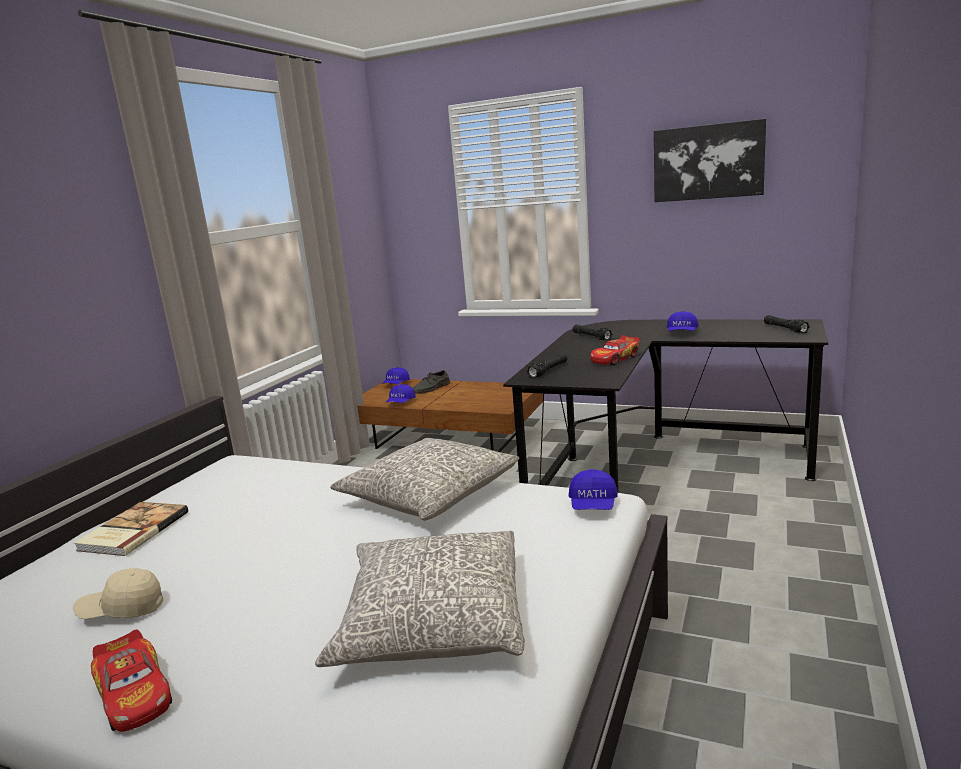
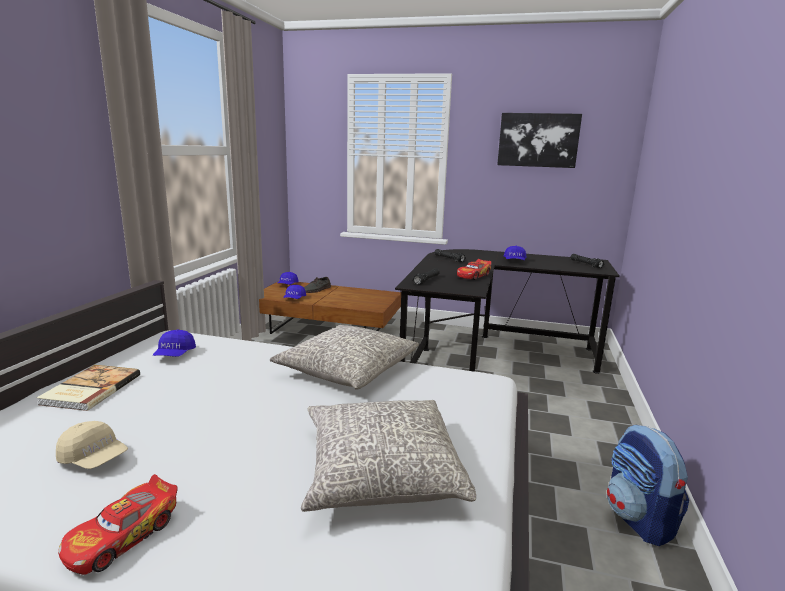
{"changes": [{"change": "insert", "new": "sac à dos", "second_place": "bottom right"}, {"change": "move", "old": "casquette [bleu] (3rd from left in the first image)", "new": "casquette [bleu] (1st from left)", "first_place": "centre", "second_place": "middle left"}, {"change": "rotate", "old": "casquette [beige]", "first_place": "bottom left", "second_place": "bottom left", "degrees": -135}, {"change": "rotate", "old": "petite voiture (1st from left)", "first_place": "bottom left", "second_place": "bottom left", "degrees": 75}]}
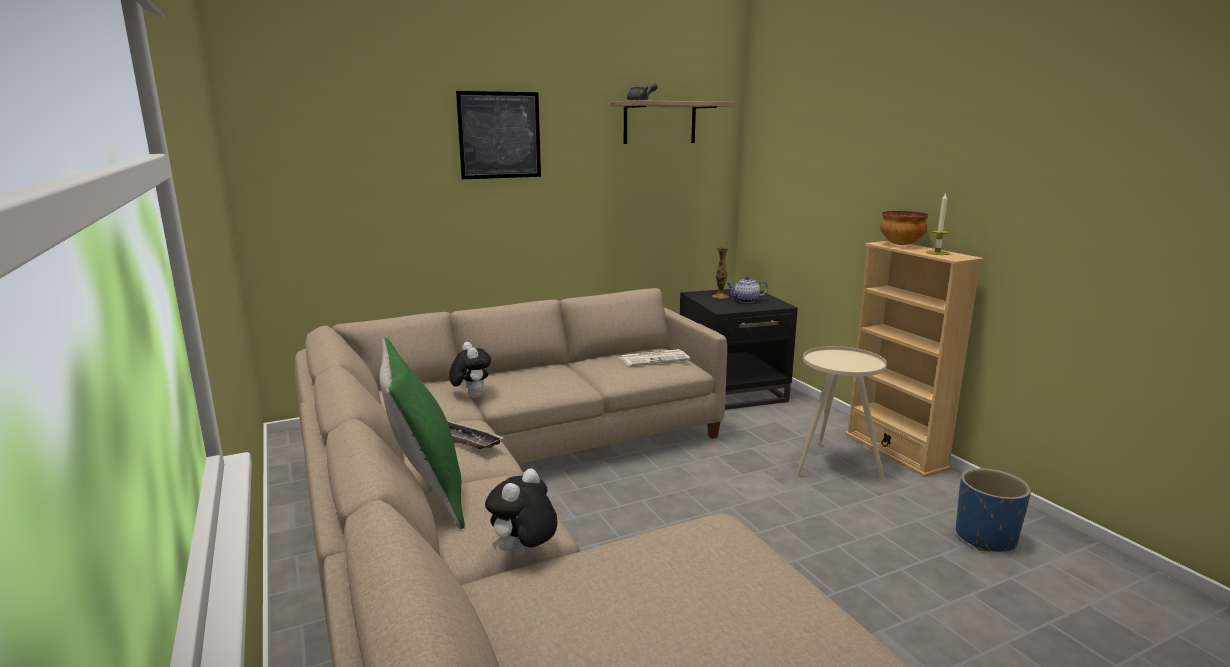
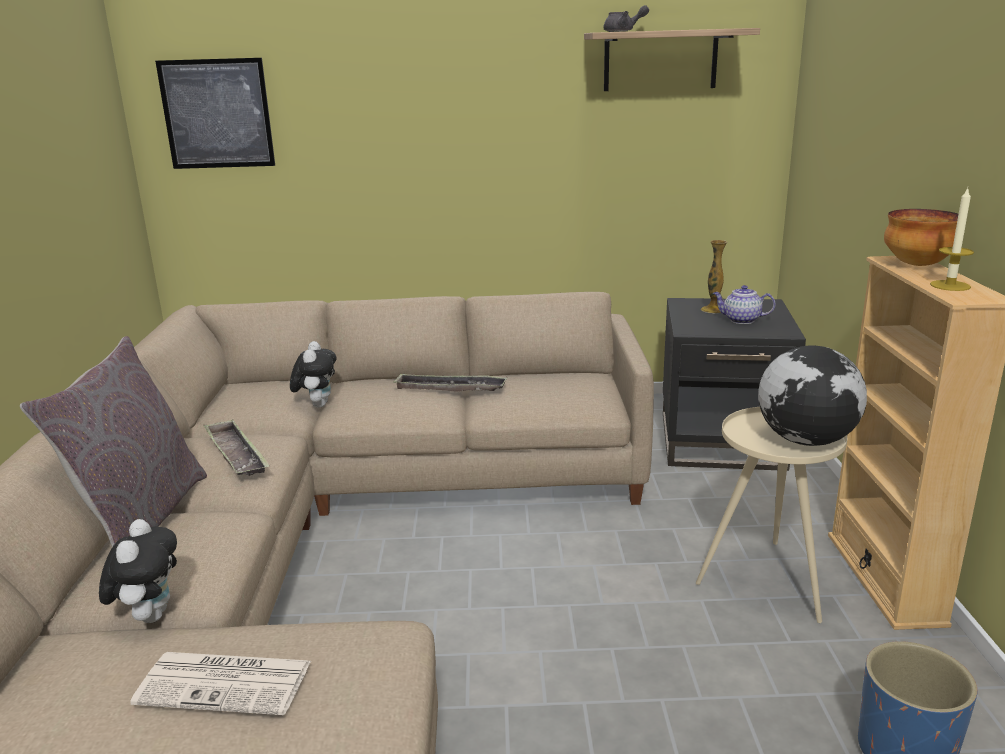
{"changes": [{"change": "insert", "new": "plateau (2nd from left)", "second_place": "centre"}, {"change": "insert", "new": "globe", "second_place": "middle right"}, {"change": "move", "old": "tableau", "first_place": "top centre", "second_place": "top left"}, {"change": "move", "old": "journal", "first_place": "centre", "second_place": "bottom left"}, {"change": "recolor", "old": "coussin [vert]", "new": "coussin [gris]", "first_place": "centre", "second_place": "middle left"}, {"change": "rotate", "old": "peluche (2nd from left in the first image)", "first_place": "bottom centre", "second_place": "bottom left", "degrees": 120}]}
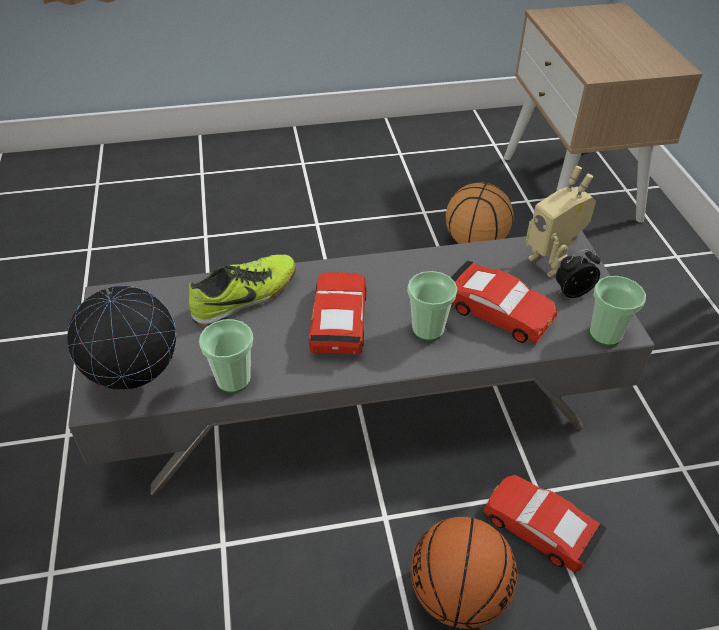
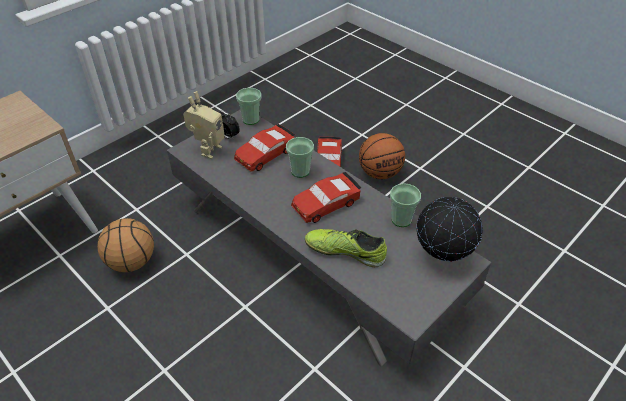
{"changes": [{"change": "rotate", "old": "petite voiture [rouge] (2nd from left in the first image)", "first_place": "middle right", "second_place": "centre", "degrees": -135}]}
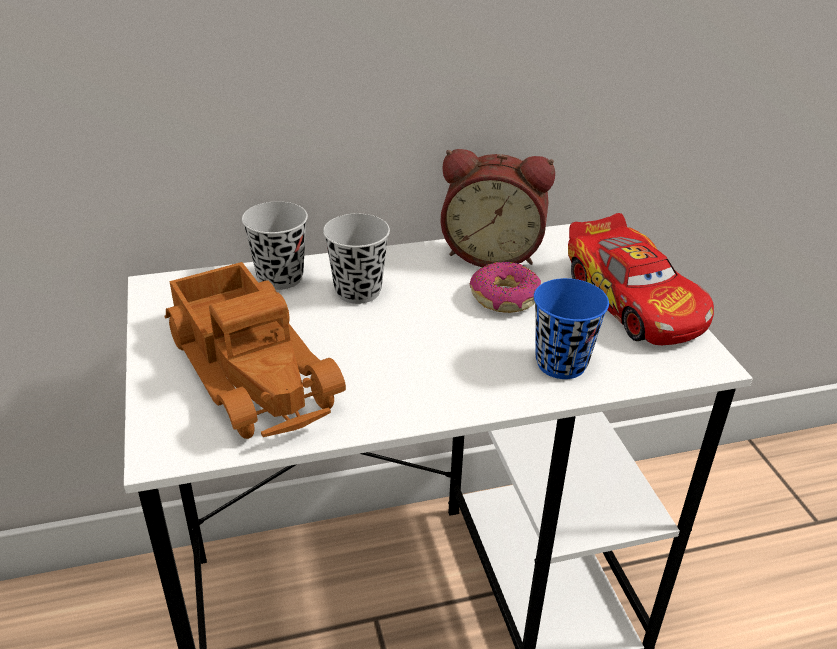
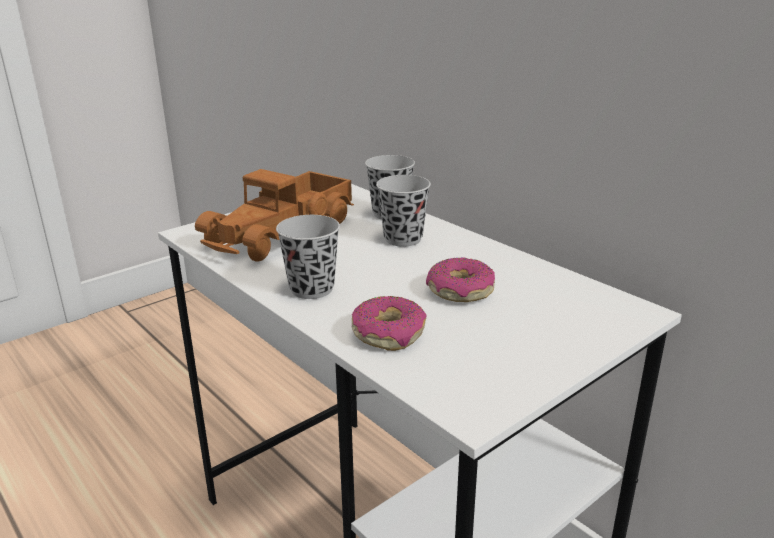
{"changes": [{"change": "delete", "old": "réveil", "first_place": "top centre"}, {"change": "delete", "old": "petite voiture", "first_place": "middle right"}, {"change": "insert", "new": "tasse [noir] (1st from left)", "second_place": "centre"}, {"change": "replace", "old": "tasse [bleu]", "new": "beignet (1st from left)", "first_place": "middle right", "second_place": "centre"}]}
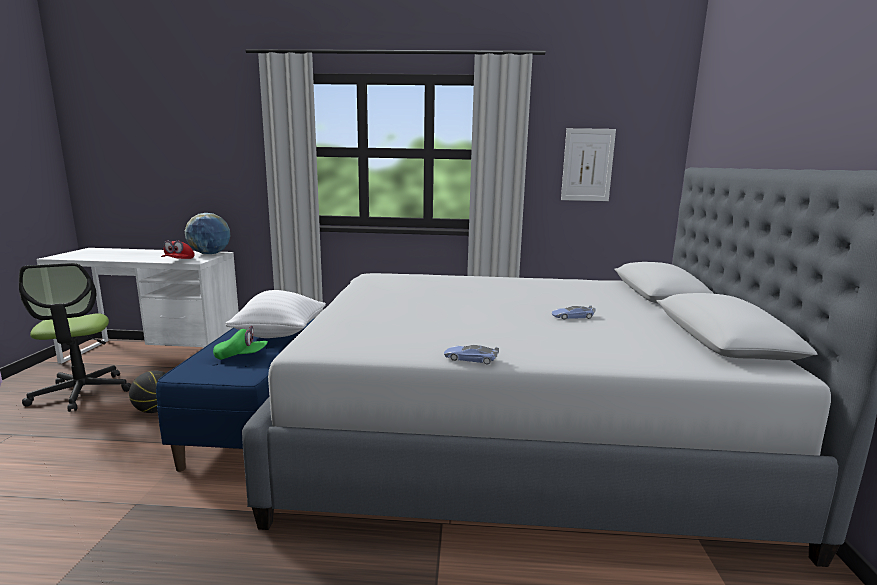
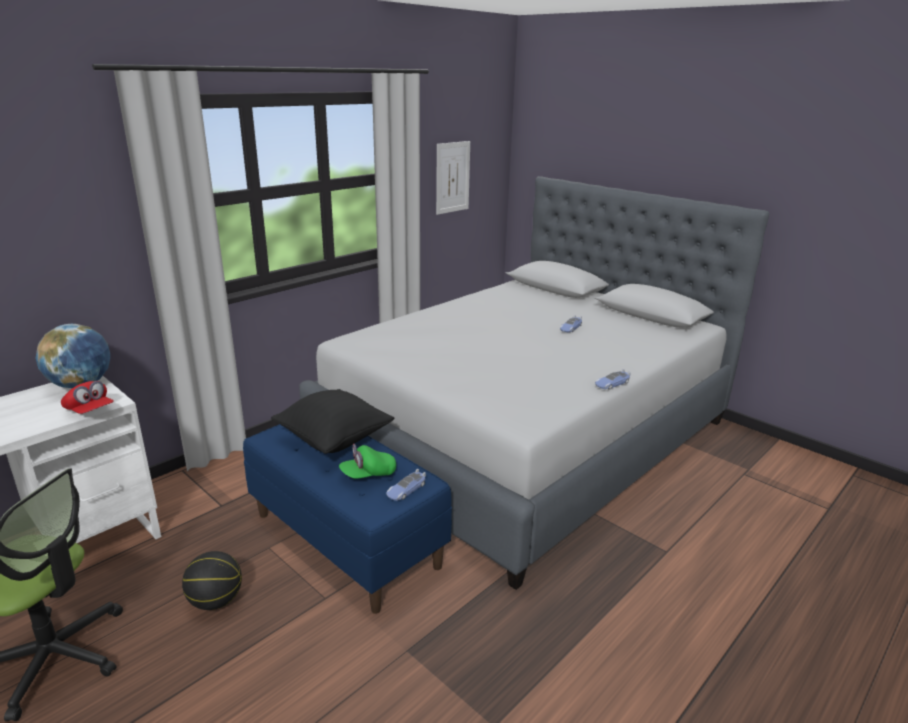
{"changes": [{"change": "insert", "new": "petite voiture (1st from left)", "second_place": "bottom centre"}, {"change": "recolor", "old": "coussin [blanc]", "new": "coussin [noir]", "first_place": "middle left", "second_place": "centre"}, {"change": "rotate", "old": "casquette [vert]", "first_place": "middle left", "second_place": "centre", "degrees": -150}]}
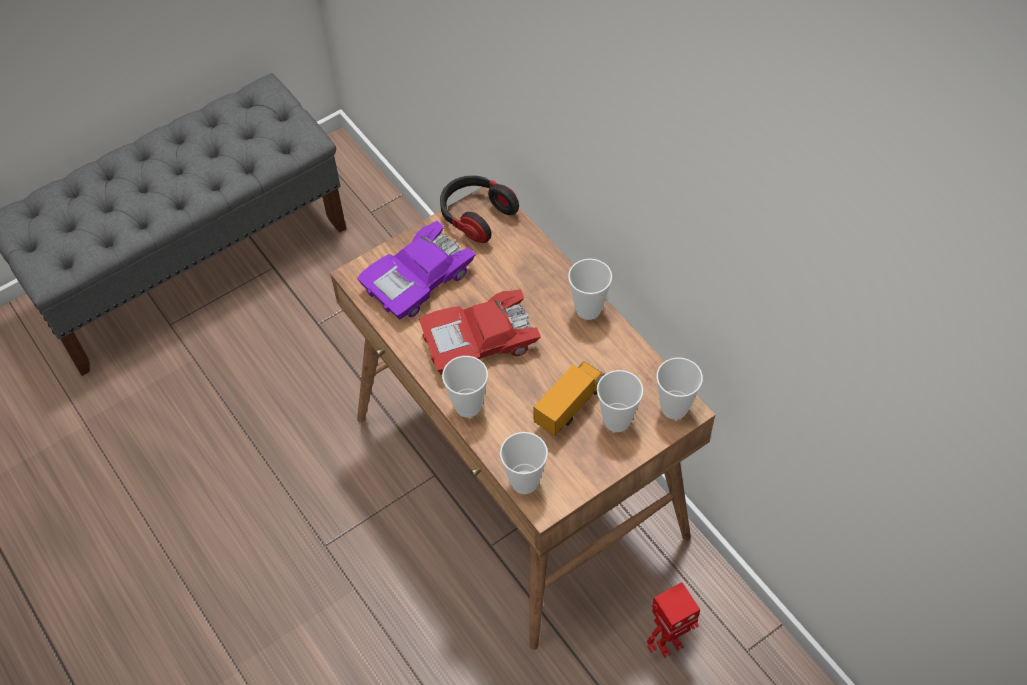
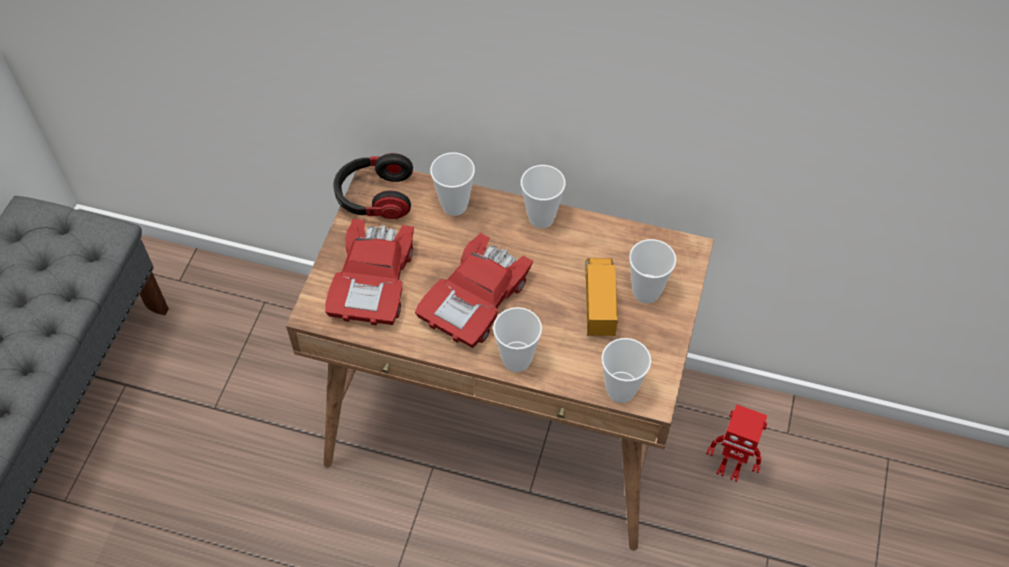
{"changes": [{"change": "move", "old": "tasse (5th from left in the first image)", "new": "tasse (1st from left)", "first_place": "centre", "second_place": "top centre"}, {"change": "recolor", "old": "petite voiture [violet]", "new": "petite voiture [rouge] (1st from left)", "first_place": "centre", "second_place": "centre"}, {"change": "rotate", "old": "robot jouet", "first_place": "bottom centre", "second_place": "bottom right", "degrees": 90}]}
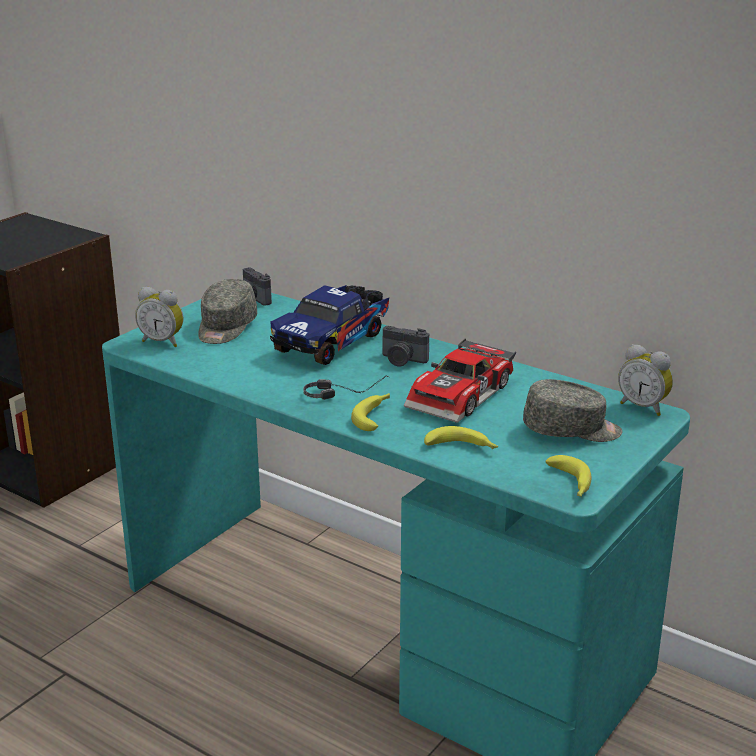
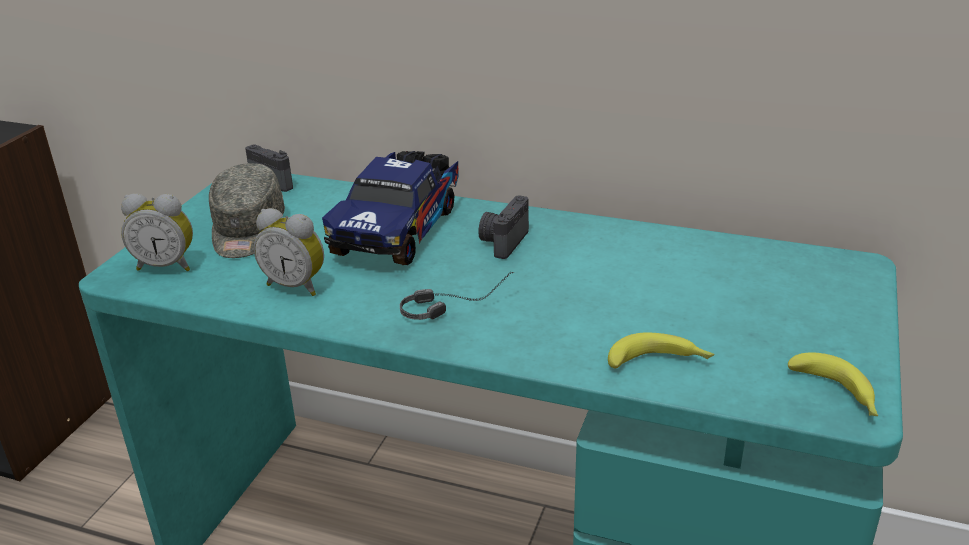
{"changes": [{"change": "delete", "old": "banane (1st from left)", "first_place": "centre"}, {"change": "delete", "old": "petite voiture", "first_place": "centre"}, {"change": "delete", "old": "casquette [gris] (2nd from left)", "first_place": "middle right"}, {"change": "move", "old": "réveil (2nd from left)", "first_place": "middle right", "second_place": "middle left"}, {"change": "rotate", "old": "appareil photo (2nd from left)", "first_place": "centre", "second_place": "centre", "degrees": 105}]}
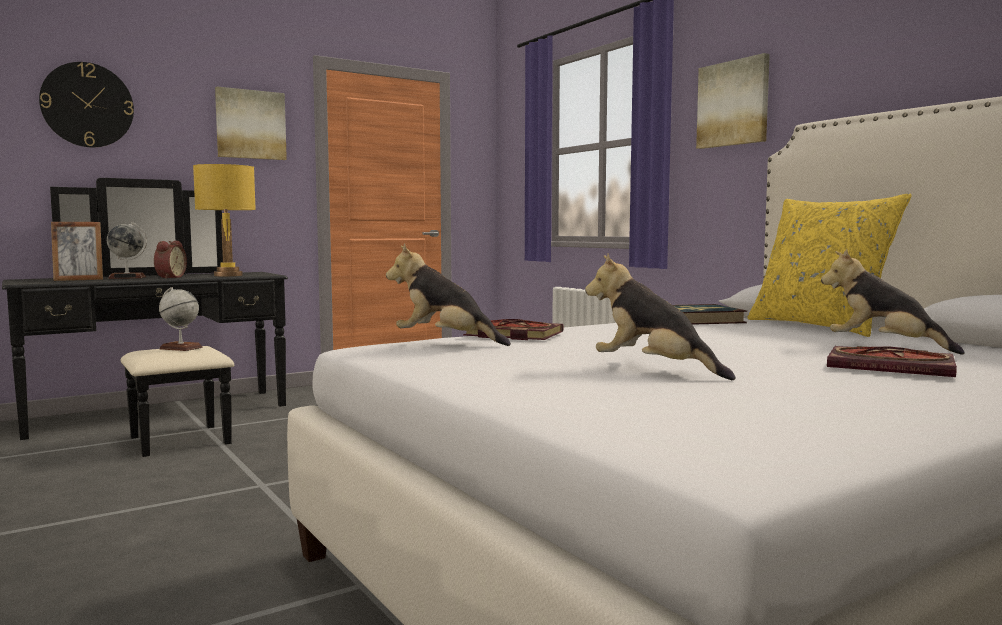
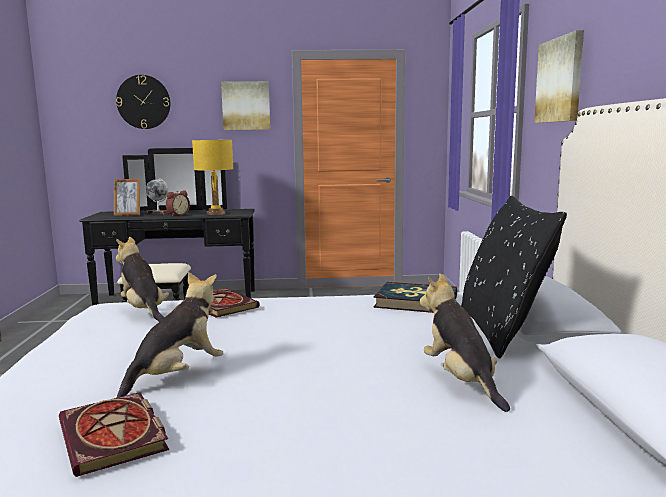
{"changes": [{"change": "delete", "old": "globe (2nd from left)", "first_place": "middle left"}, {"change": "move", "old": "livre (3rd from left in the first image)", "new": "livre (1st from left)", "first_place": "middle right", "second_place": "bottom left"}, {"change": "recolor", "old": "coussin [jaune]", "new": "coussin [noir]", "first_place": "middle right", "second_place": "middle right"}, {"change": "rotate", "old": "peluche (2nd from left)", "first_place": "centre", "second_place": "bottom left", "degrees": 60}]}
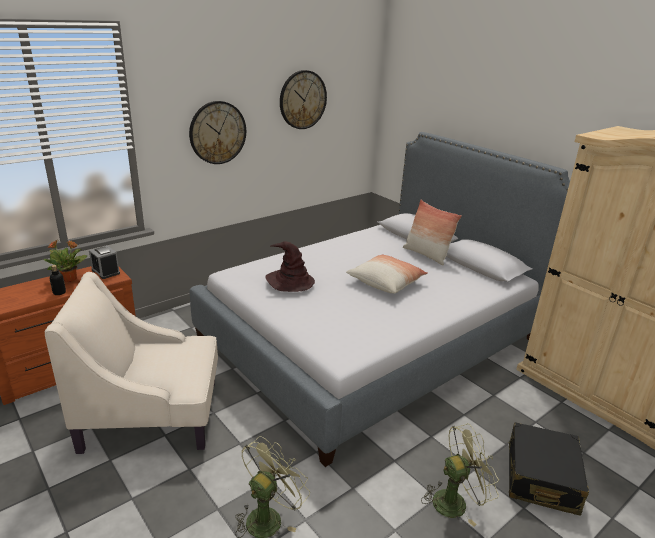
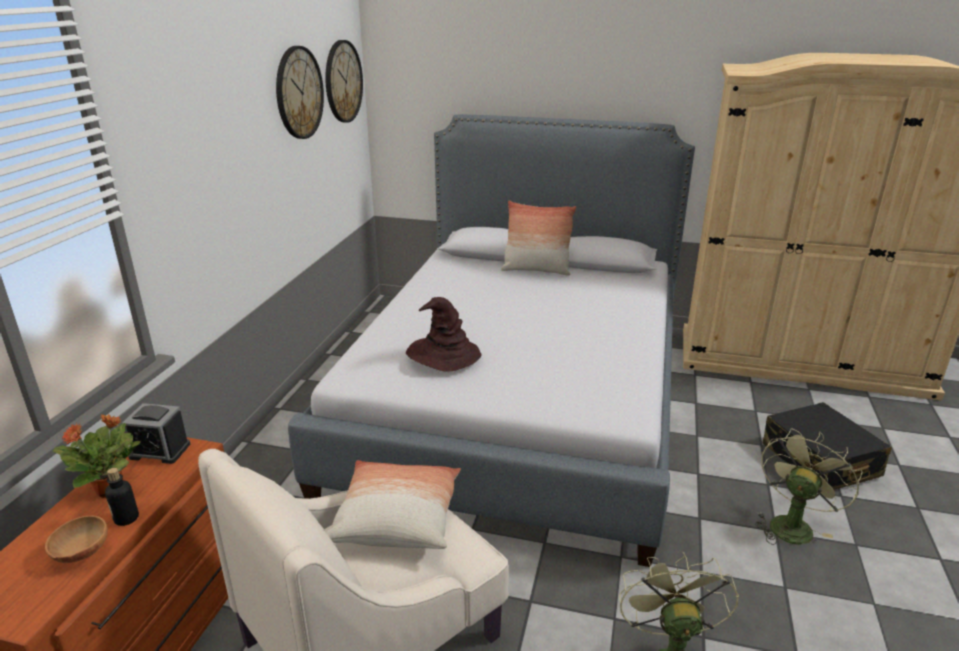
{"changes": [{"change": "insert", "new": "bol [marron]", "second_place": "bottom left"}, {"change": "move", "old": "horloge murale (1st from left in the first image)", "new": "horloge murale (2nd from left)", "first_place": "top left", "second_place": "top centre"}, {"change": "move", "old": "coussin (1st from left)", "first_place": "centre", "second_place": "bottom centre"}]}
